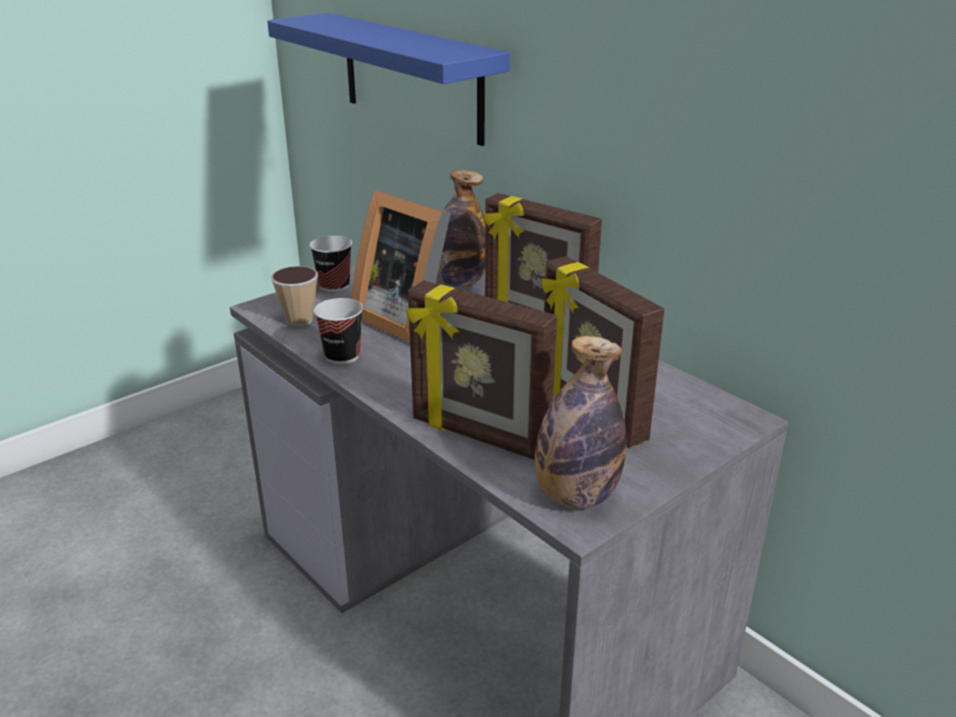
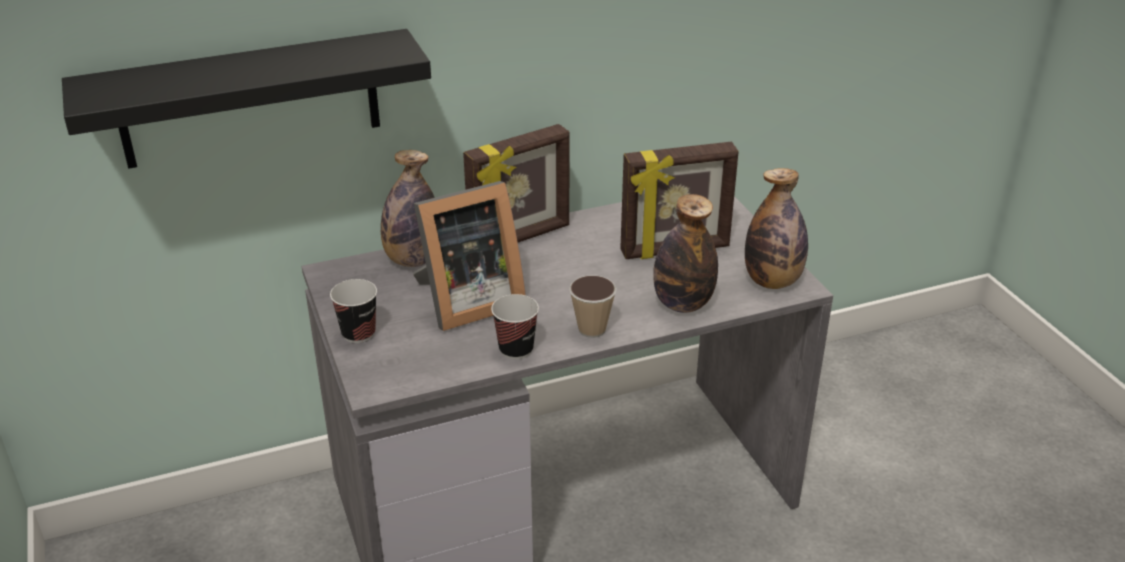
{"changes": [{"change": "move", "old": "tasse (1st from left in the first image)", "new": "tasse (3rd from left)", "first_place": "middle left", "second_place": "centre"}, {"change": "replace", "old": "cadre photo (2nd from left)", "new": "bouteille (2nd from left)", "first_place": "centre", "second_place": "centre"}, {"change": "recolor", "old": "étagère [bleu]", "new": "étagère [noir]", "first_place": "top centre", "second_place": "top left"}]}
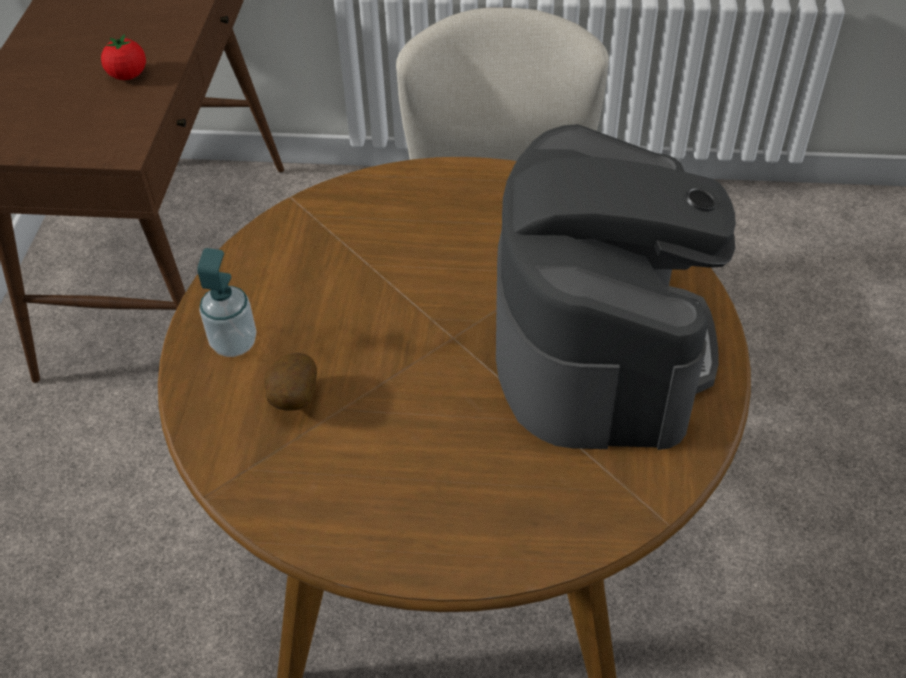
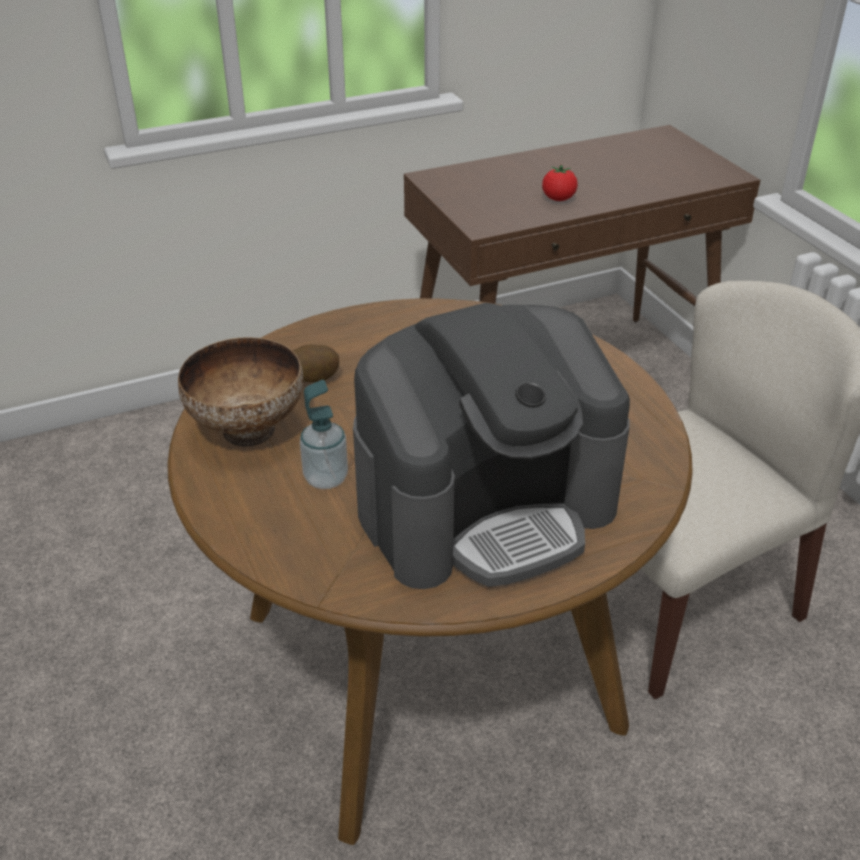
{"changes": [{"change": "insert", "new": "bol", "second_place": "middle left"}, {"change": "move", "old": "distributeur de savon", "first_place": "middle left", "second_place": "centre"}]}
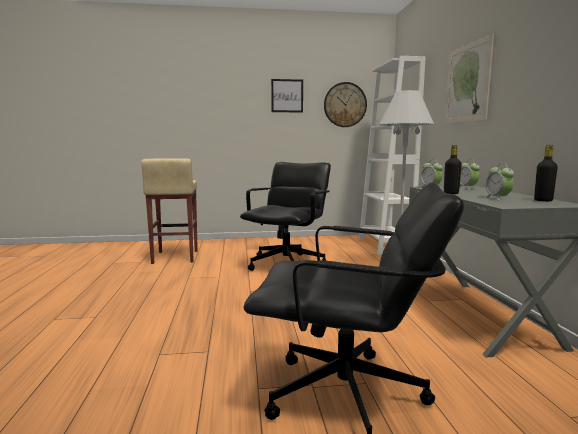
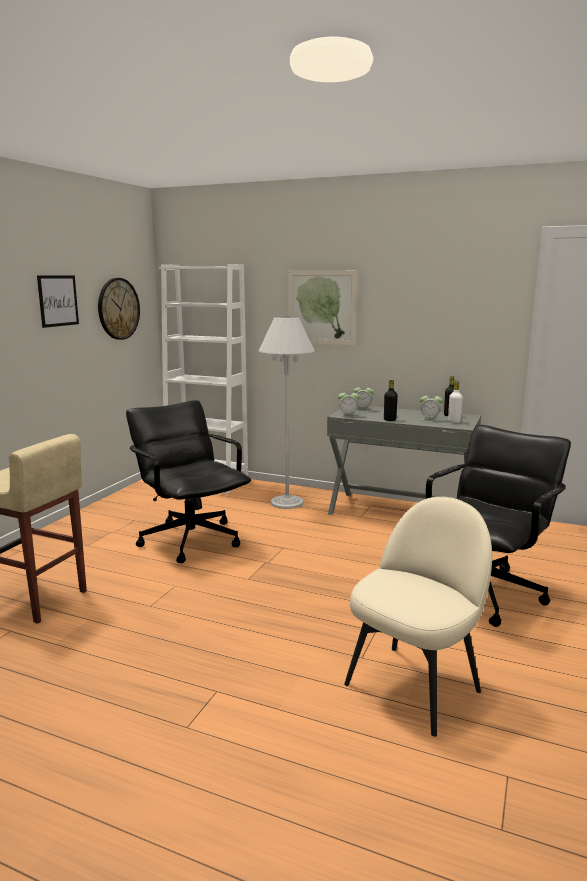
{"changes": [{"change": "insert", "new": "chaise [beige]", "second_place": "bottom right"}, {"change": "insert", "new": "bouteille [blanc]", "second_place": "middle right"}]}
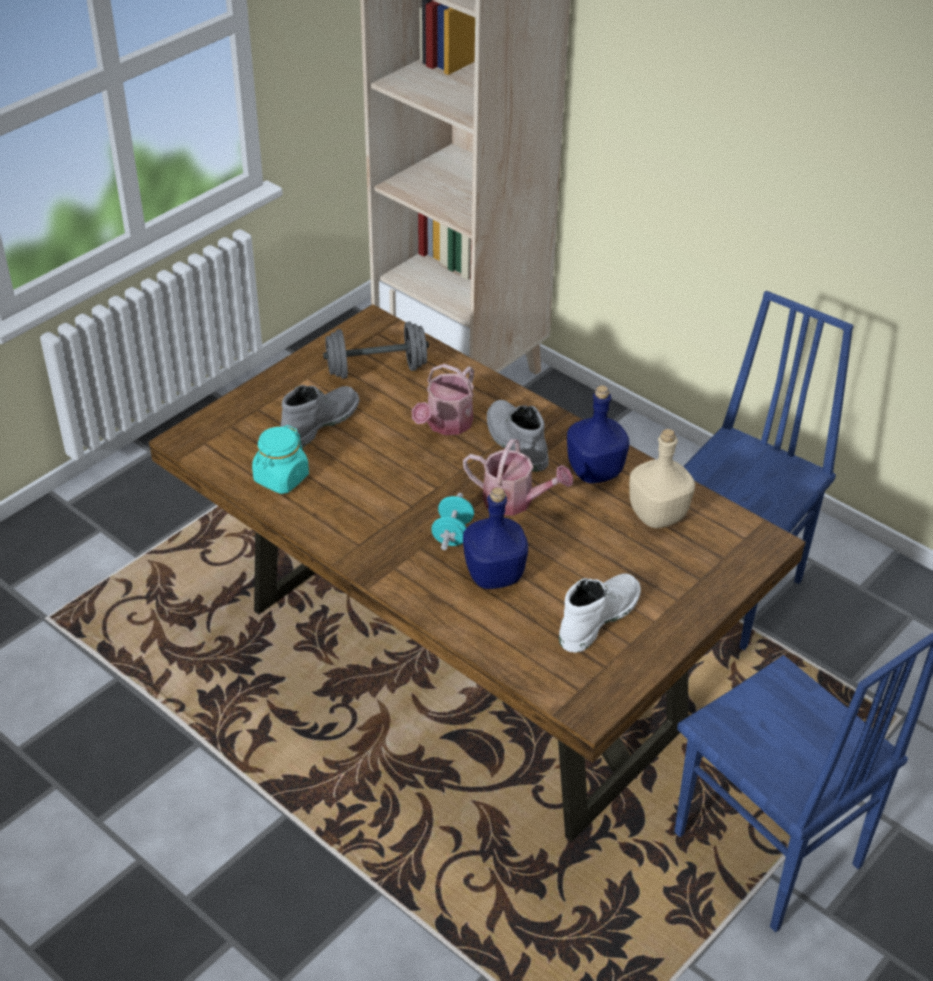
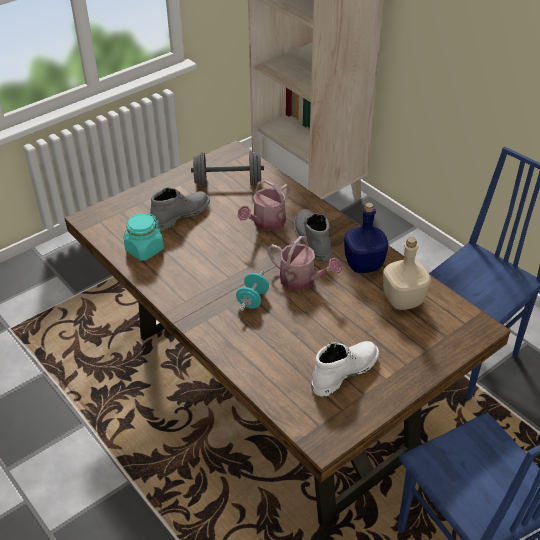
{"changes": [{"change": "delete", "old": "bouteille [bleu] (1st from left)", "first_place": "centre"}]}
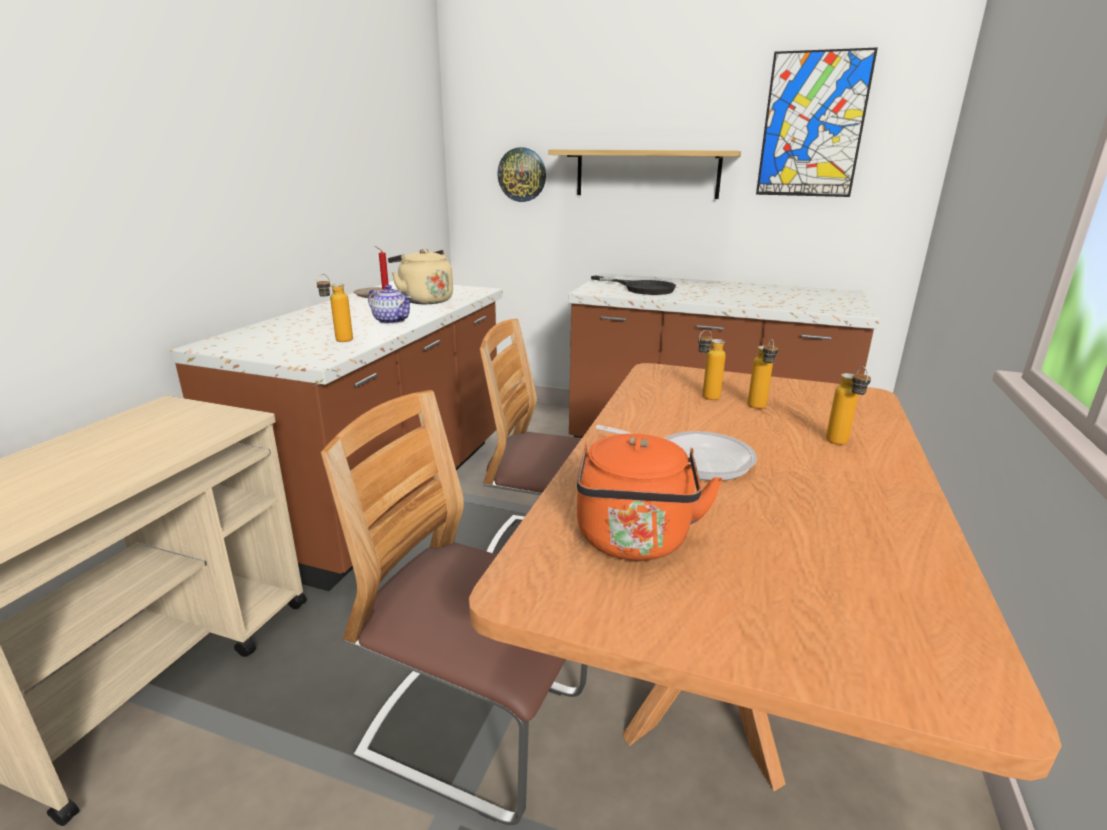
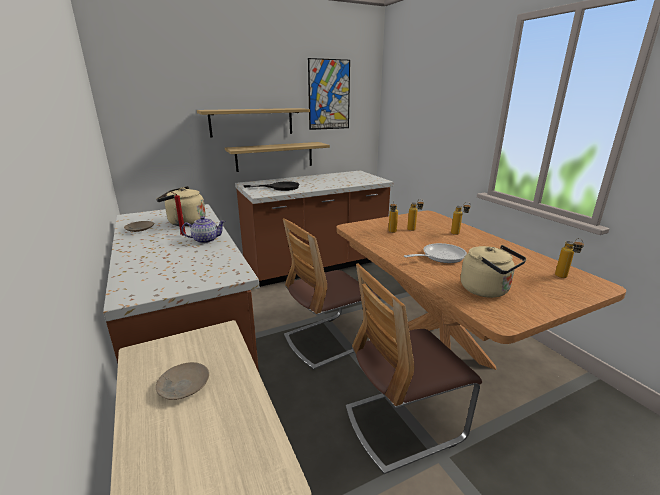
{"changes": [{"change": "delete", "old": "horloge murale", "first_place": "top centre"}, {"change": "insert", "new": "assiette [beige] (2nd from left)", "second_place": "bottom left"}, {"change": "insert", "new": "étagère (2nd from left)", "second_place": "top centre"}, {"change": "move", "old": "bouteille (1st from left in the first image)", "new": "bouteille (4th from left)", "first_place": "middle left", "second_place": "middle right"}, {"change": "recolor", "old": "bouilloire [orange]", "new": "bouilloire [beige] (2nd from left)", "first_place": "centre", "second_place": "middle right"}]}
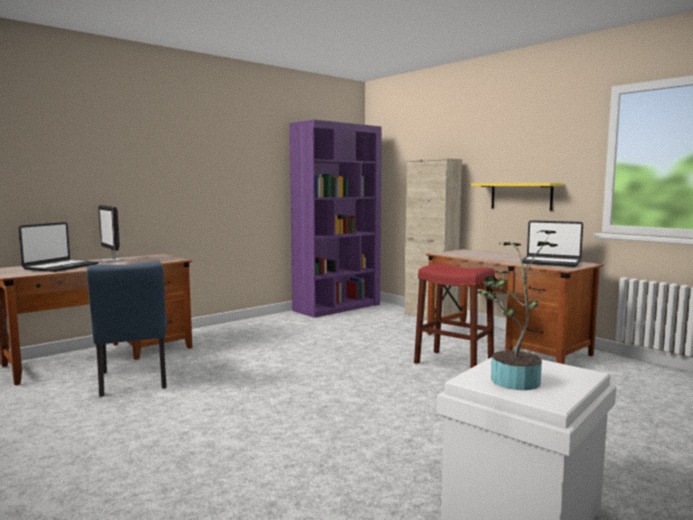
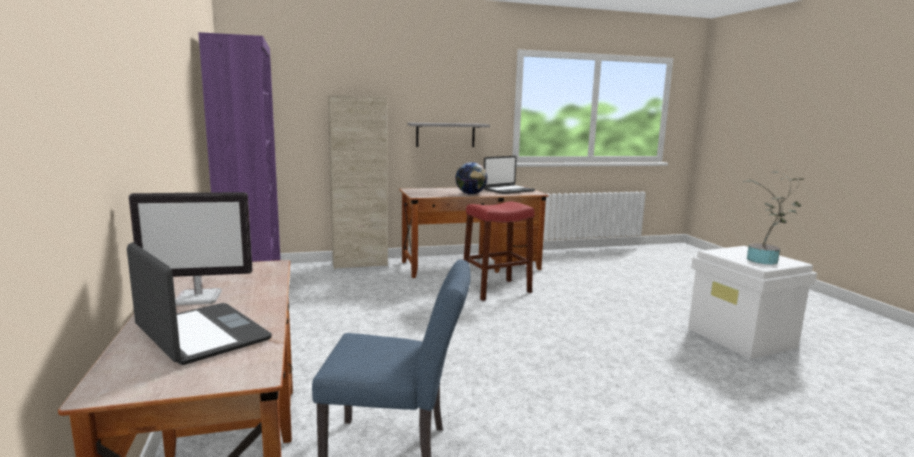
{"changes": [{"change": "insert", "new": "globe", "second_place": "centre"}, {"change": "recolor", "old": "étagère [jaune]", "new": "étagère [gris]", "first_place": "middle right", "second_place": "top centre"}]}
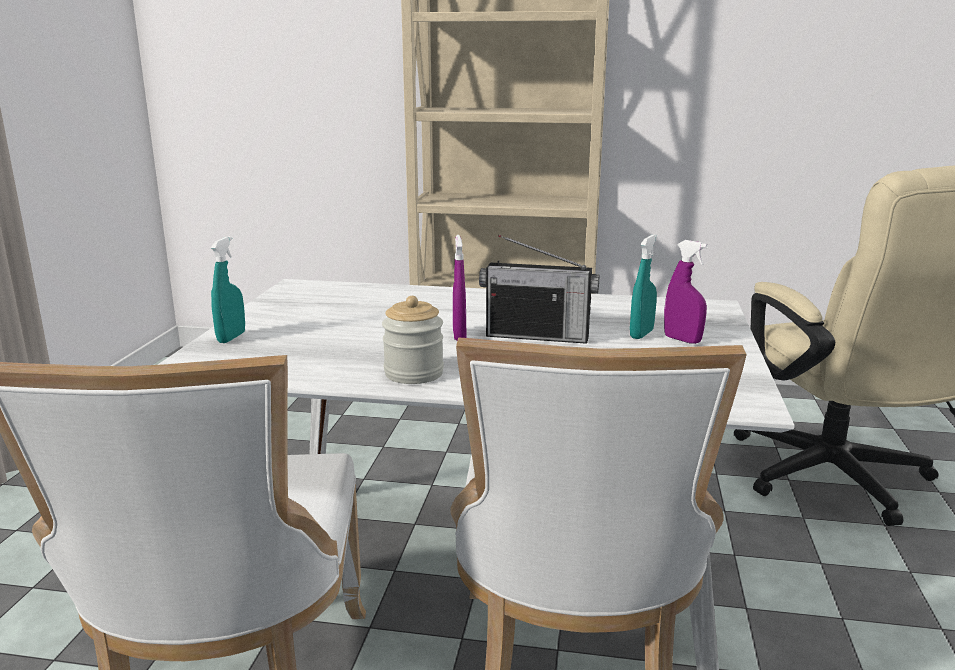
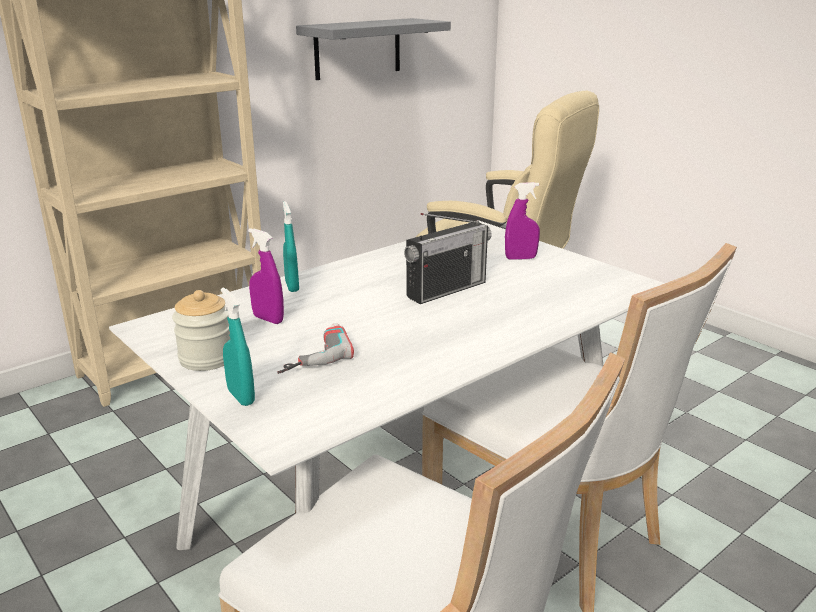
{"changes": [{"change": "insert", "new": "perceuse", "second_place": "centre"}, {"change": "insert", "new": "étagère [gris]", "second_place": "top centre"}, {"change": "move", "old": "bocal", "first_place": "centre", "second_place": "middle left"}, {"change": "move", "old": "vaporisateur [violet] (1st from left)", "first_place": "centre", "second_place": "middle left"}, {"change": "move", "old": "vaporisateur [turquoise] (2nd from left)", "first_place": "middle right", "second_place": "centre"}]}
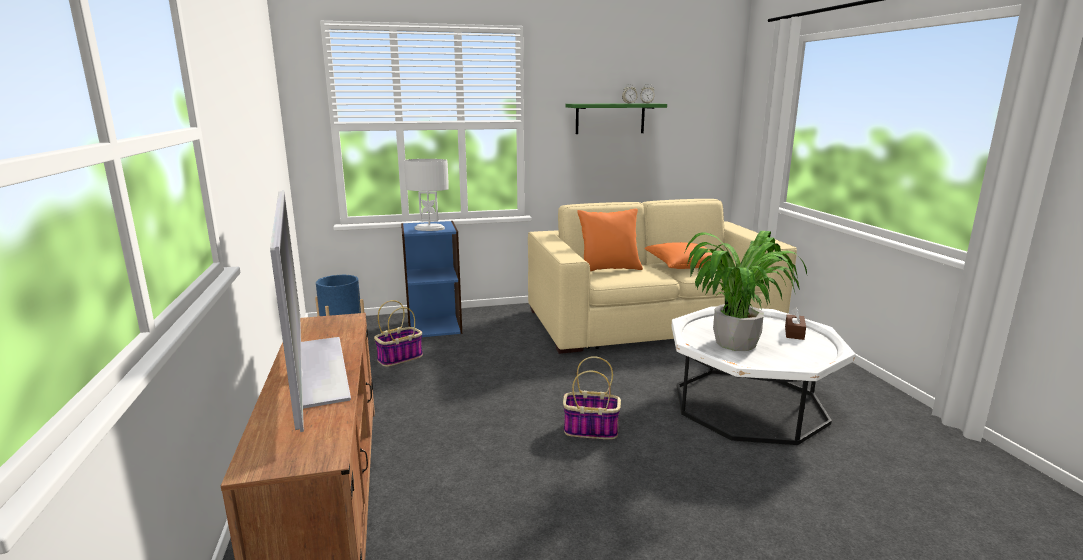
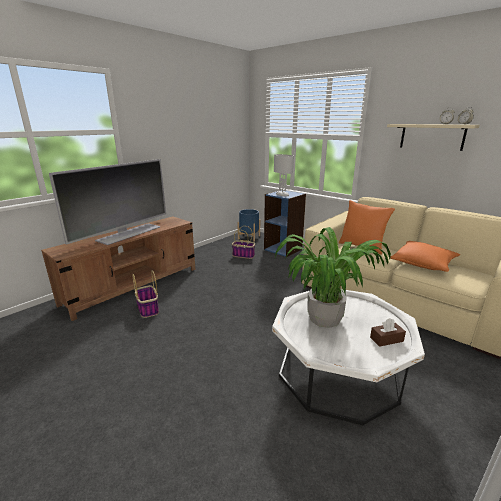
{"changes": [{"change": "move", "old": "panier (2nd from left in the first image)", "new": "panier (1st from left)", "first_place": "bottom centre", "second_place": "middle left"}, {"change": "recolor", "old": "étagère [vert]", "new": "étagère [beige]", "first_place": "top centre", "second_place": "top right"}]}
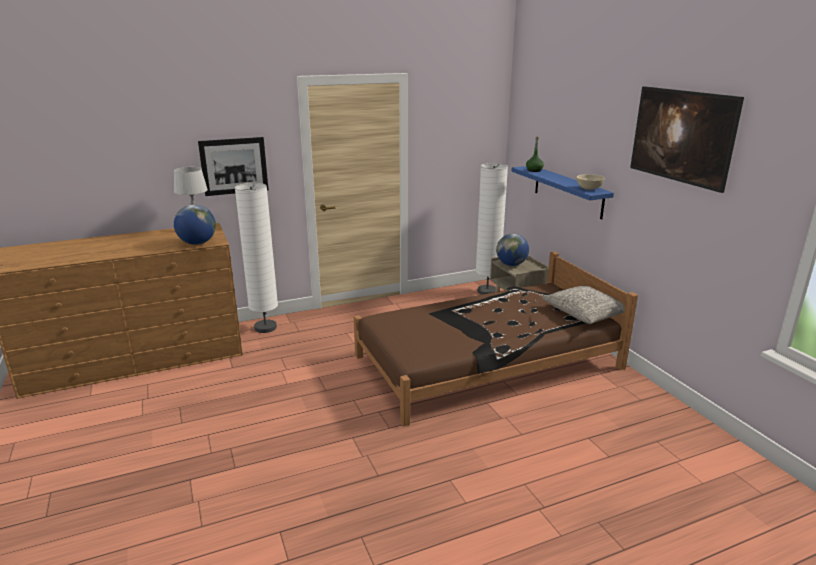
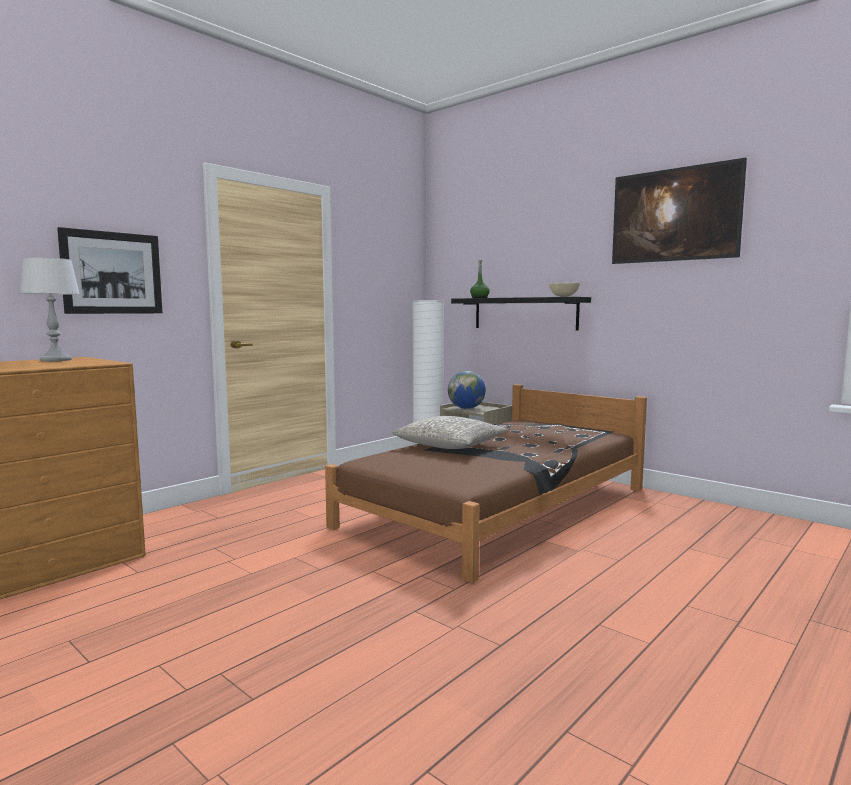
{"changes": [{"change": "delete", "old": "globe (1st from left)", "first_place": "middle left"}, {"change": "delete", "old": "lampadaire [blanc] (1st from left)", "first_place": "middle left"}, {"change": "move", "old": "coussin [gris]", "first_place": "middle right", "second_place": "centre"}, {"change": "recolor", "old": "étagère [bleu]", "new": "étagère [noir]", "first_place": "middle right", "second_place": "centre"}]}
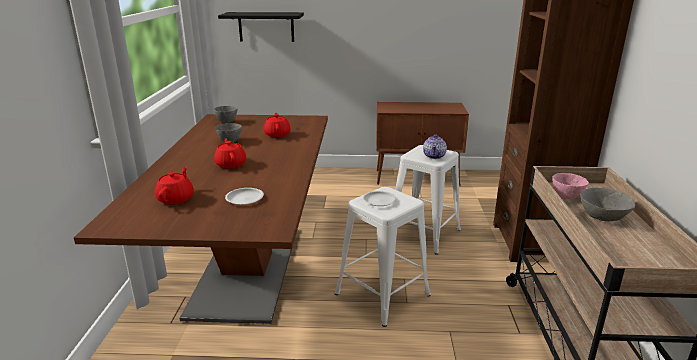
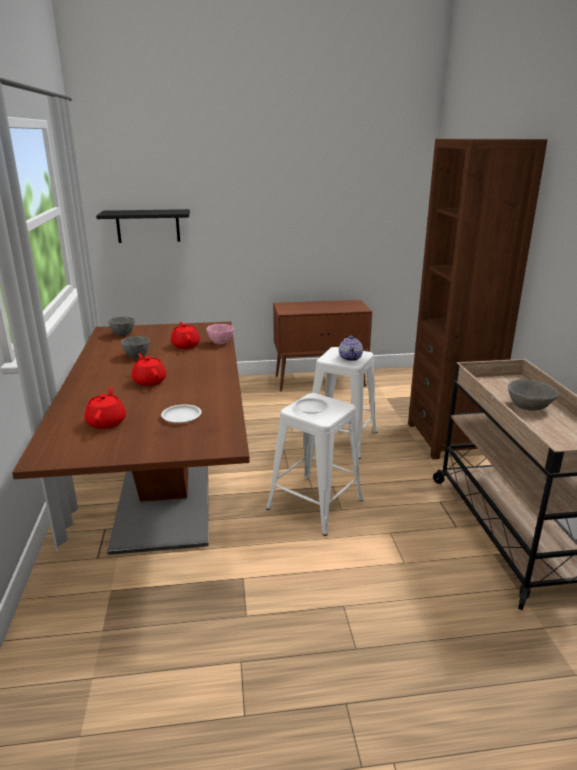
{"changes": [{"change": "move", "old": "bol [rose]", "first_place": "middle right", "second_place": "centre"}]}
